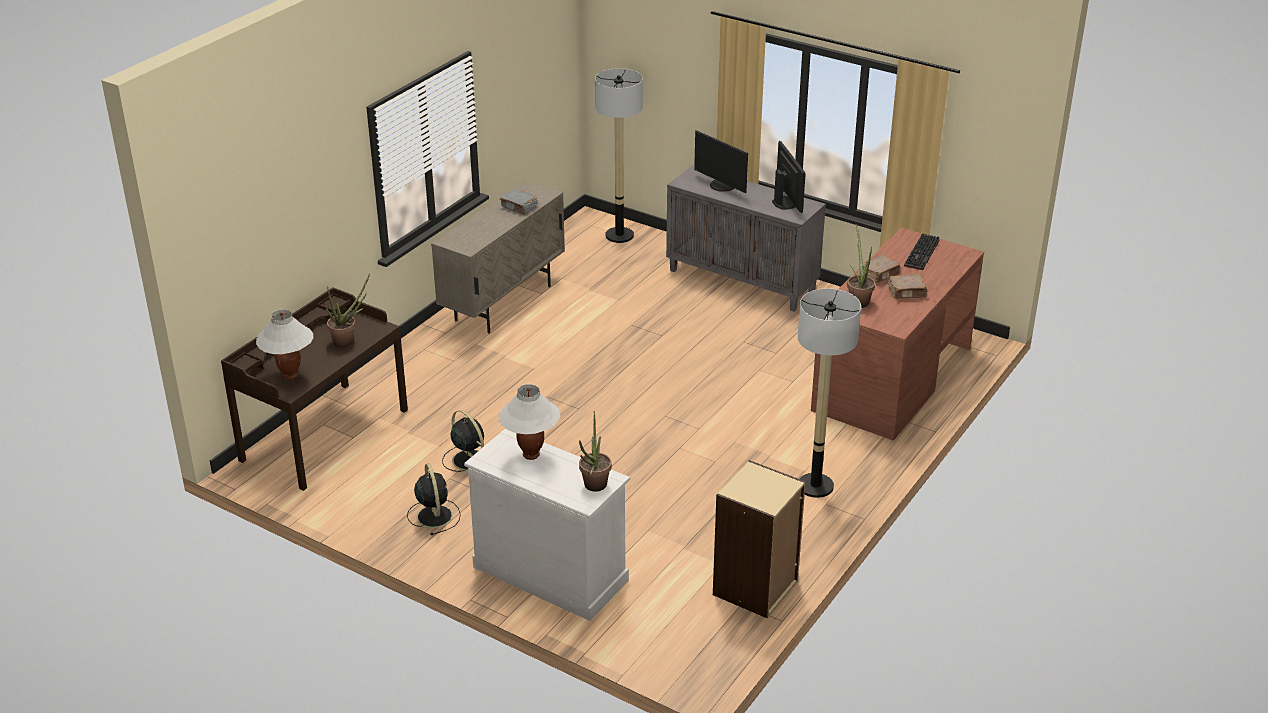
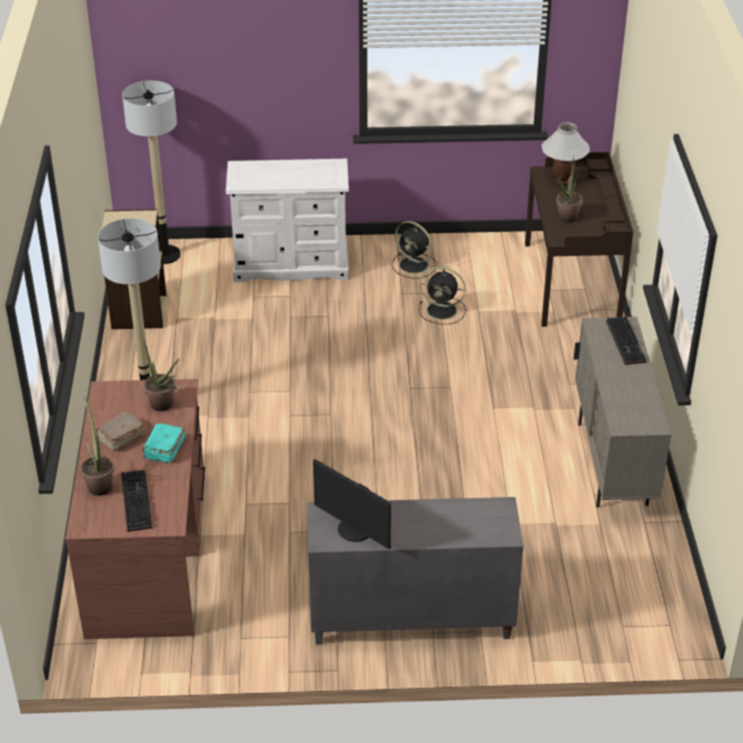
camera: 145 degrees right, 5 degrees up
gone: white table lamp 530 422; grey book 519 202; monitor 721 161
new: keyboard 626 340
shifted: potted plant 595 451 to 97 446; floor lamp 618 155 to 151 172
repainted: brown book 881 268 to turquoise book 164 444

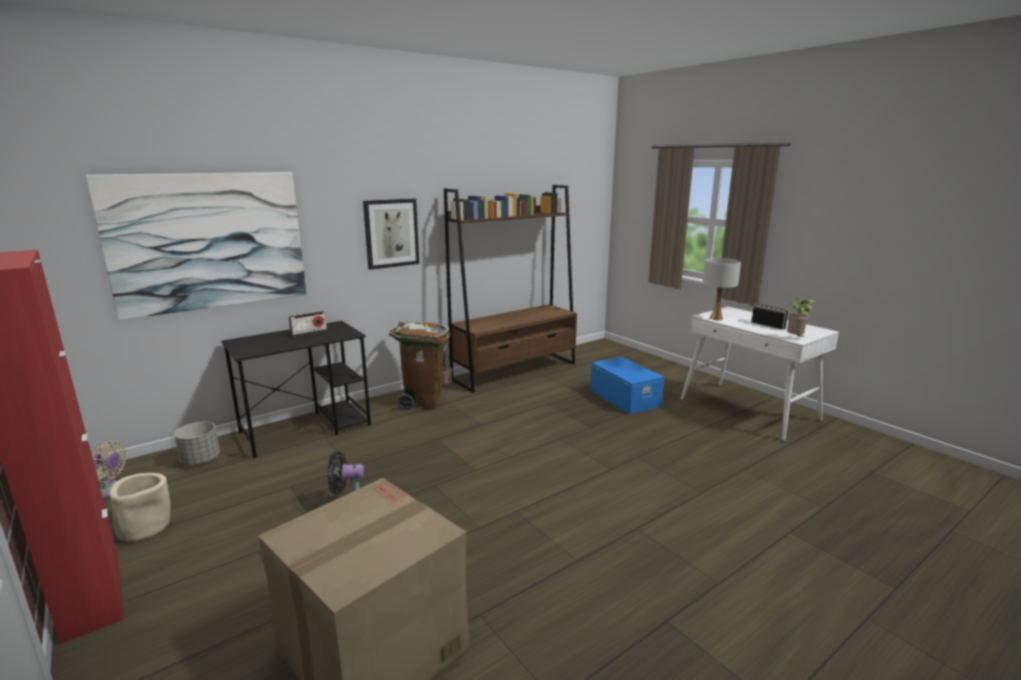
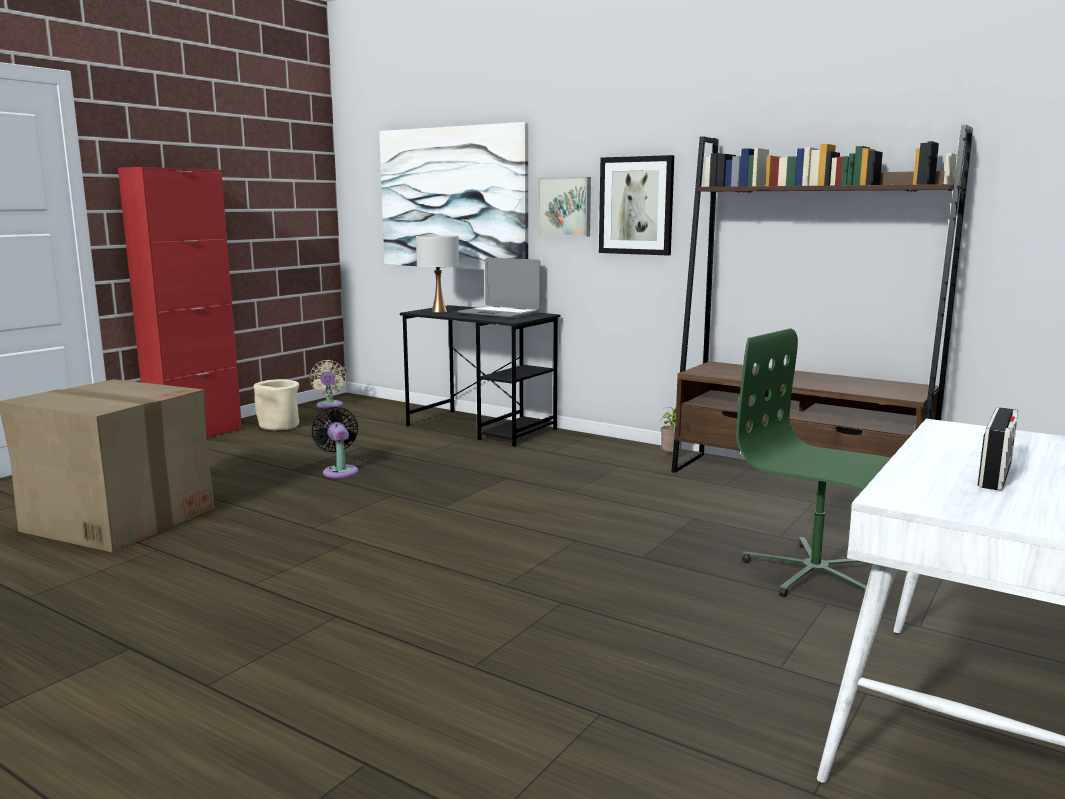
camera: 70 degrees right, 5 degrees down
gone: grey planter 197 443; brown trash can 419 366; potted plant 801 318
new: picture 564 207
shifted: white table lamp 722 289 to 437 273
swapped: radio 308 324 to laptop 498 287; blue storage box 627 385 to green office chair 813 462

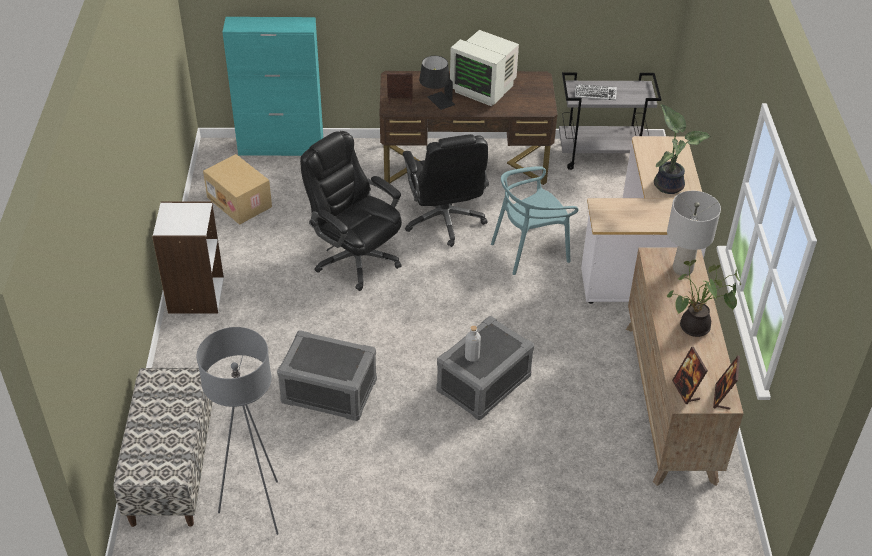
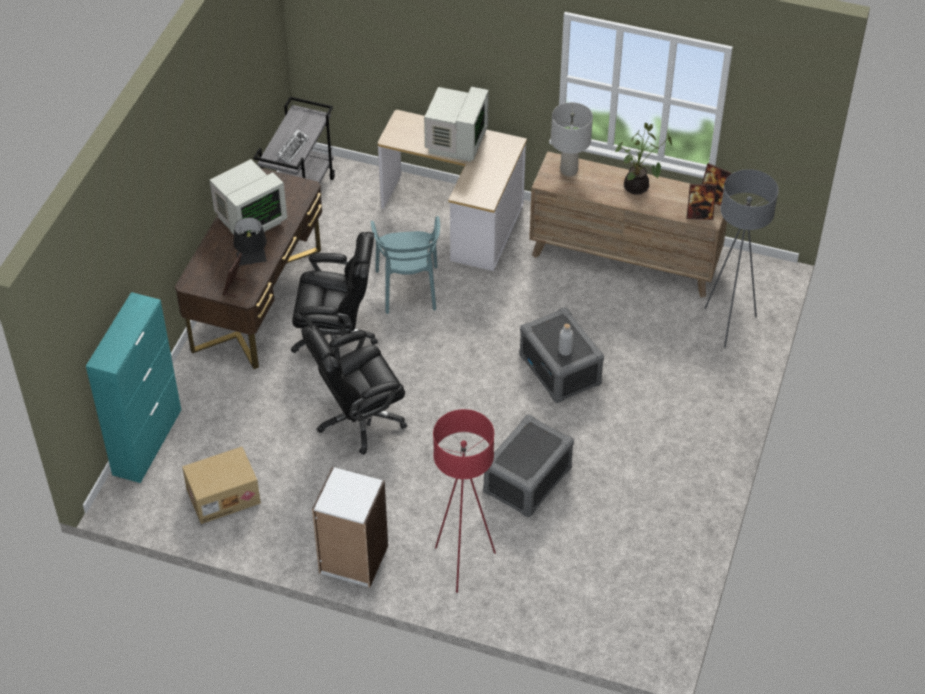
camera: 70 degrees left, 5 degrees up
gone: bench 163 447
new: red floor lamp 464 501
shifted: grey floor lamp 238 431 to 741 258
swapped: potted plant 682 149 to monitor 456 124

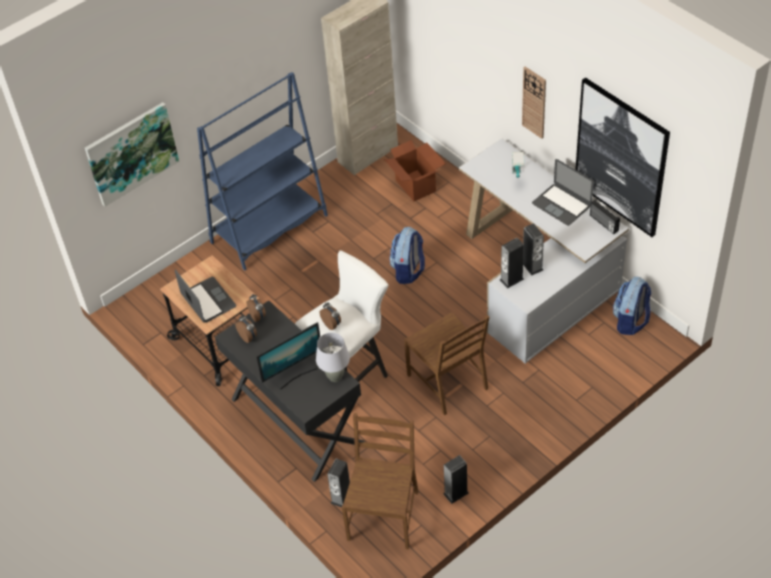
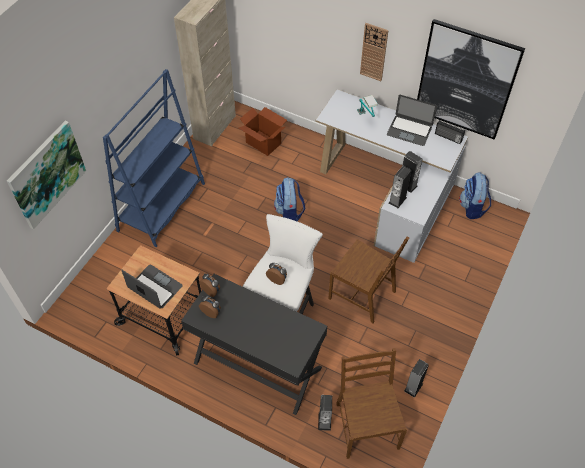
camera: 25 degrees left, 5 degrees up
gone: monitor 288 356; grey table lamp 333 357

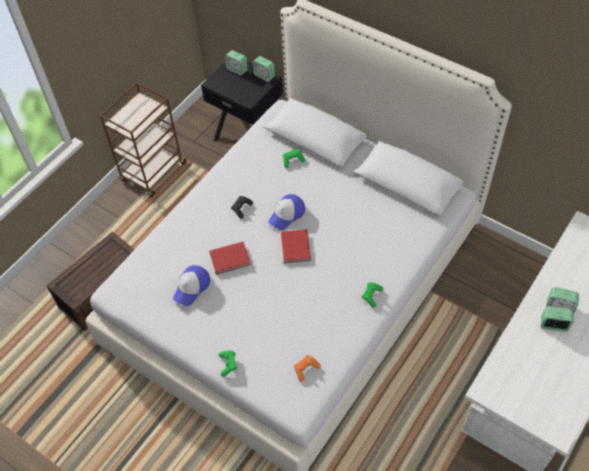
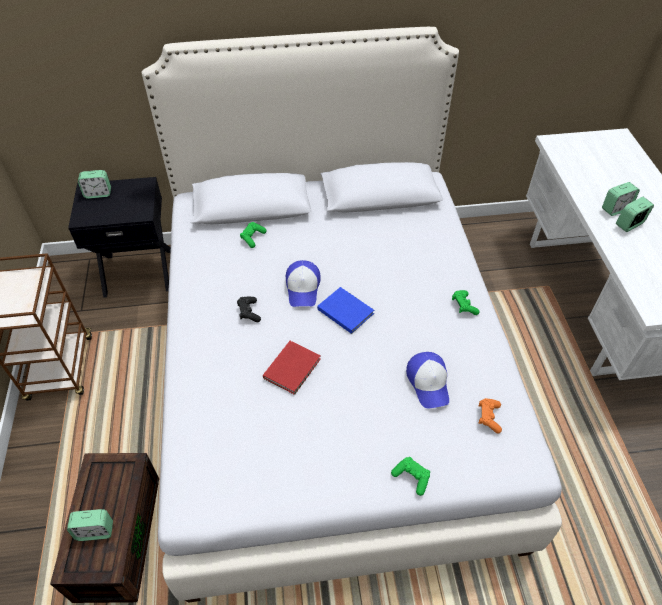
camera: 45 degrees left, 5 degrees down
shifted: alarm clock 264 69 to 90 525; cap 191 285 to 427 380
repainted: red book 296 246 to blue book 345 310

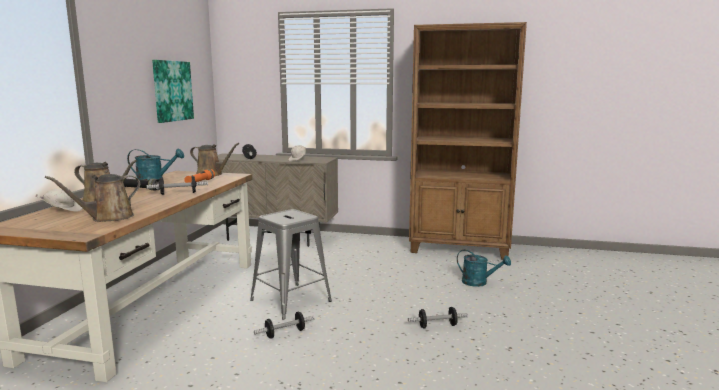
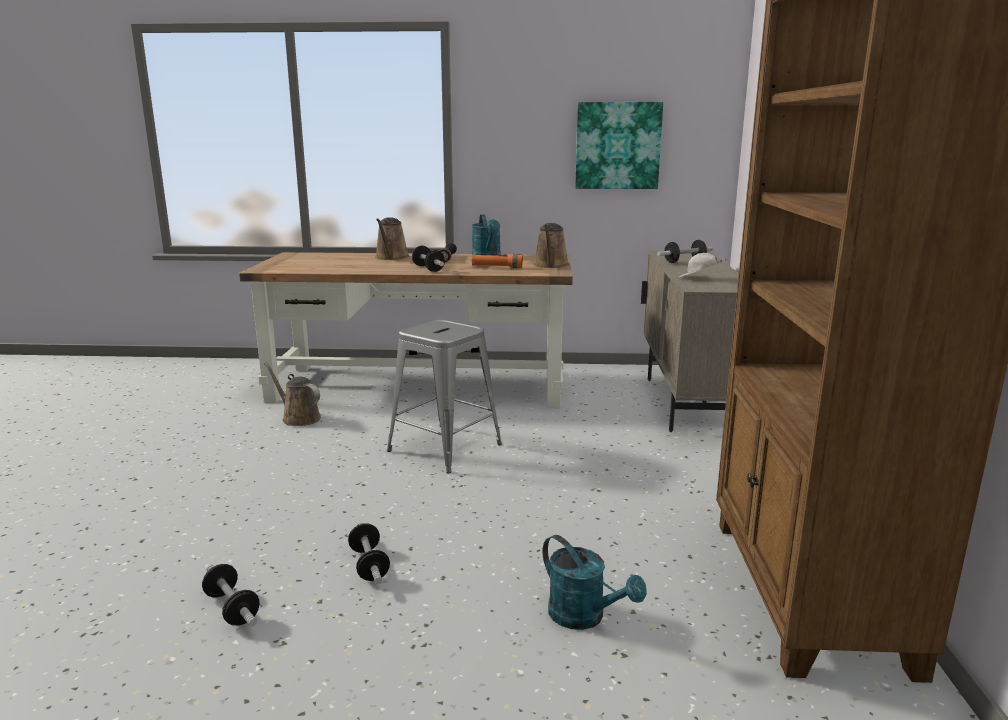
camera: 80 degrees right, 5 degrees up
gone: white cap 59 200
shifted: dumbbell 284 325 to 231 595; brown watering can 92 198 to 293 394
rotated: turquoise watering can 484 268 = 594 582 60 degrees counterclockwise

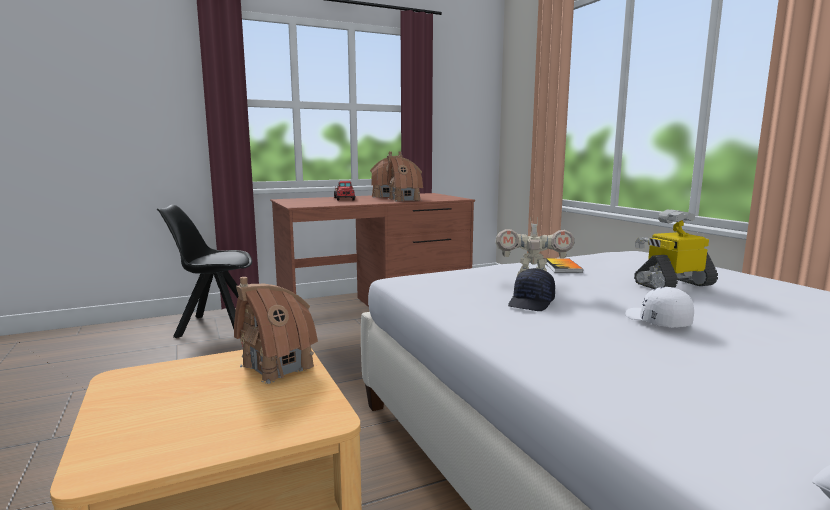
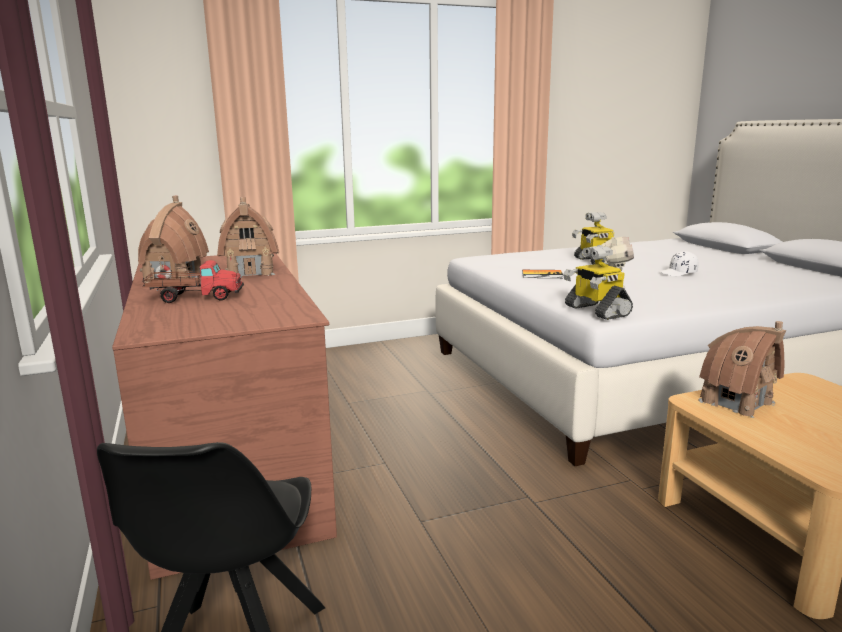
camera: 85 degrees left, 5 degrees up
gone: black cap 531 289
new: toy robot 598 283

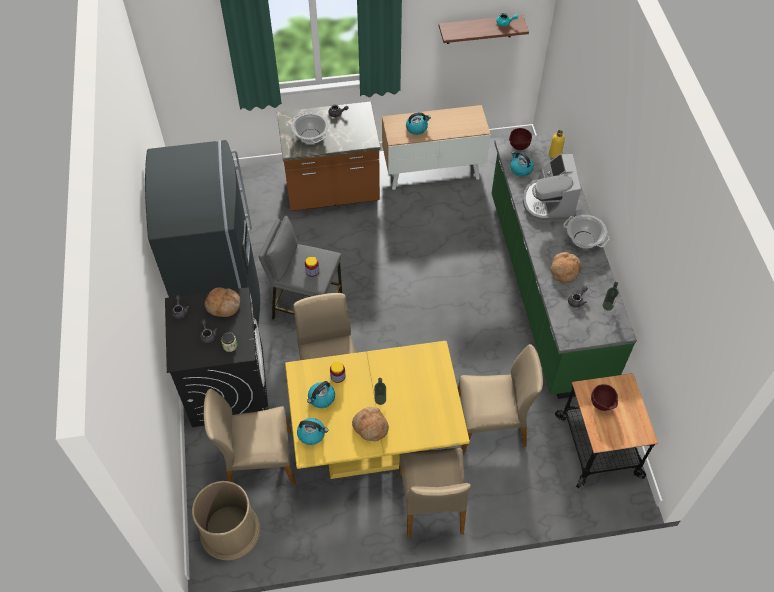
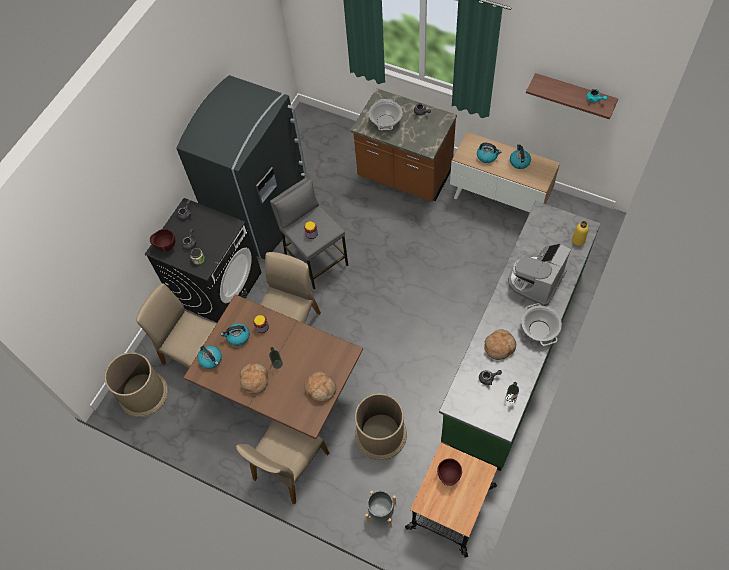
camera: 40 degrees right, 5 degrees up
new: grey planter 380 509
shifted: brown bowl 520 139 to 162 240; bread 222 302 to 320 387; kettle 522 163 to 520 156
swapped: beige chair 500 398 to brown trash can 381 426
repainted: yellow dining table 377 410 to brown dining table 273 367

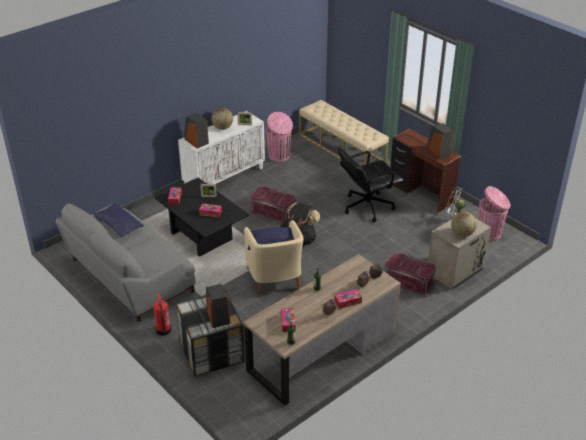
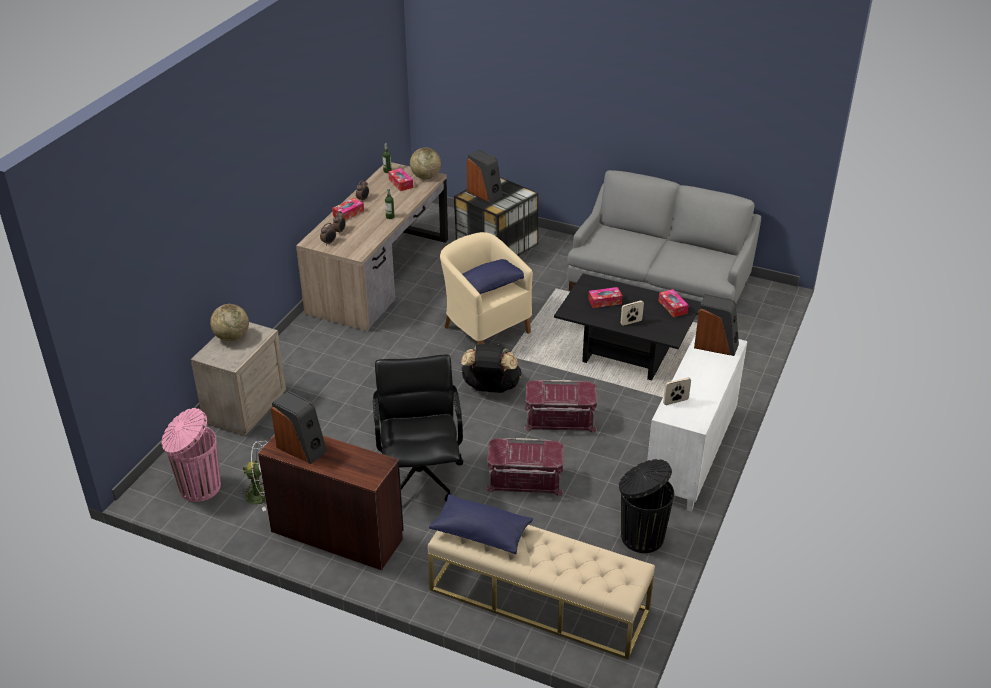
camera: 155 degrees right, 0 degrees up
gone: fire extinguisher 162 314
shifted: globe 222 119 to 425 163; blue pillow 118 220 to 481 524; red storage box 410 275 to 525 467
repainted: pink trash can 279 137 to black trash can 646 506
rotated: black office chair 370 185 = 418 428 45 degrees counterclockwise

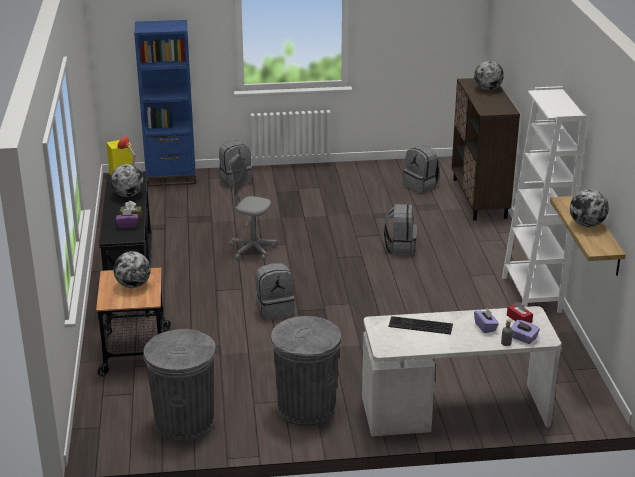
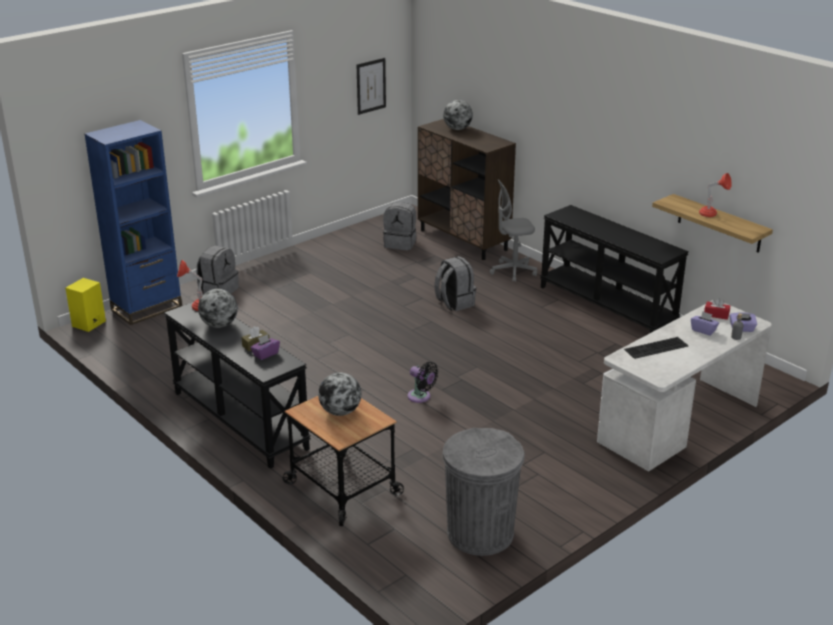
camera: 35 degrees left, 0 degrees up
gone: grey trash can 306 371
new: picture 371 86
shifted: grey office chair 253 206 to 513 230
swapped: grey backpack 275 291 to black fan 423 382; white bookcase 544 199 to black console table 614 269; globe 589 208 to red table lamp 715 195

